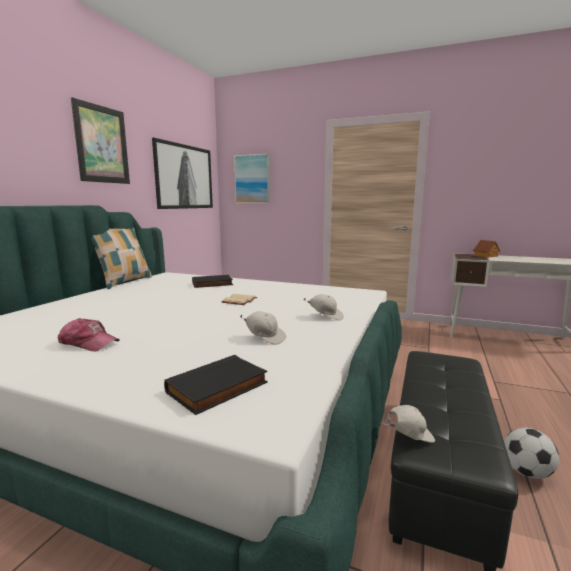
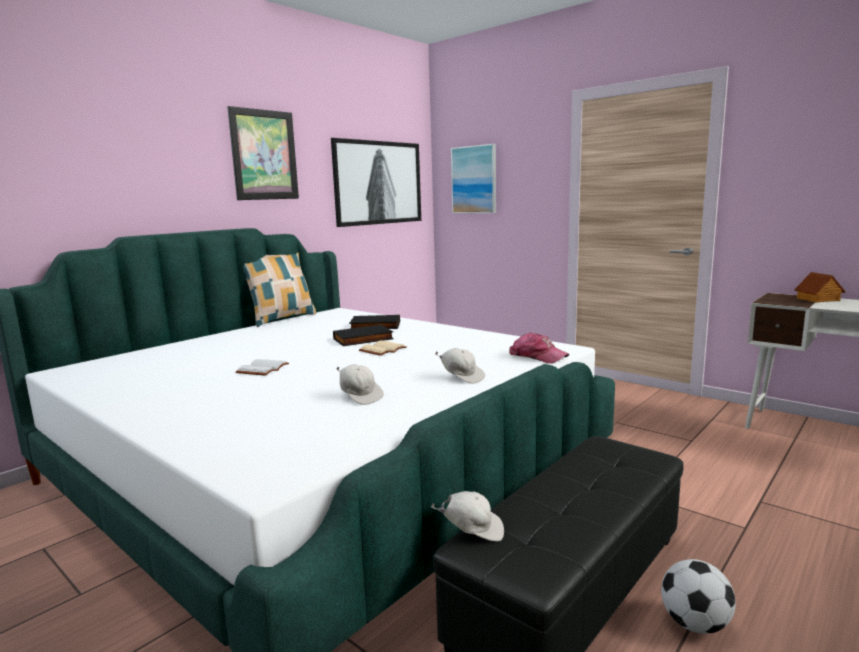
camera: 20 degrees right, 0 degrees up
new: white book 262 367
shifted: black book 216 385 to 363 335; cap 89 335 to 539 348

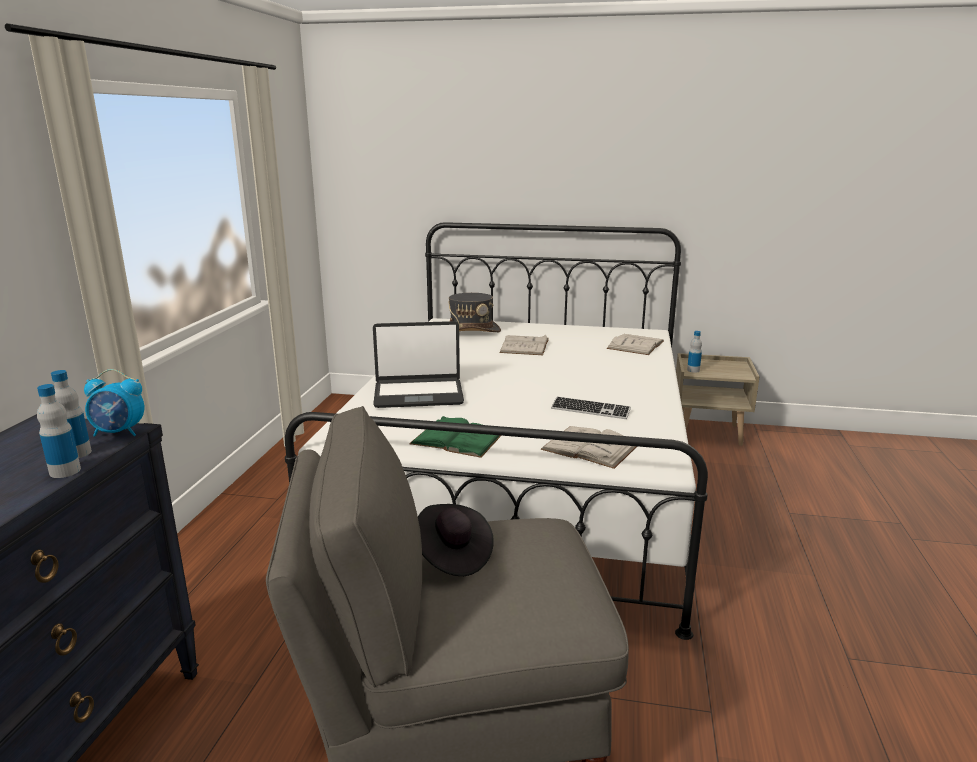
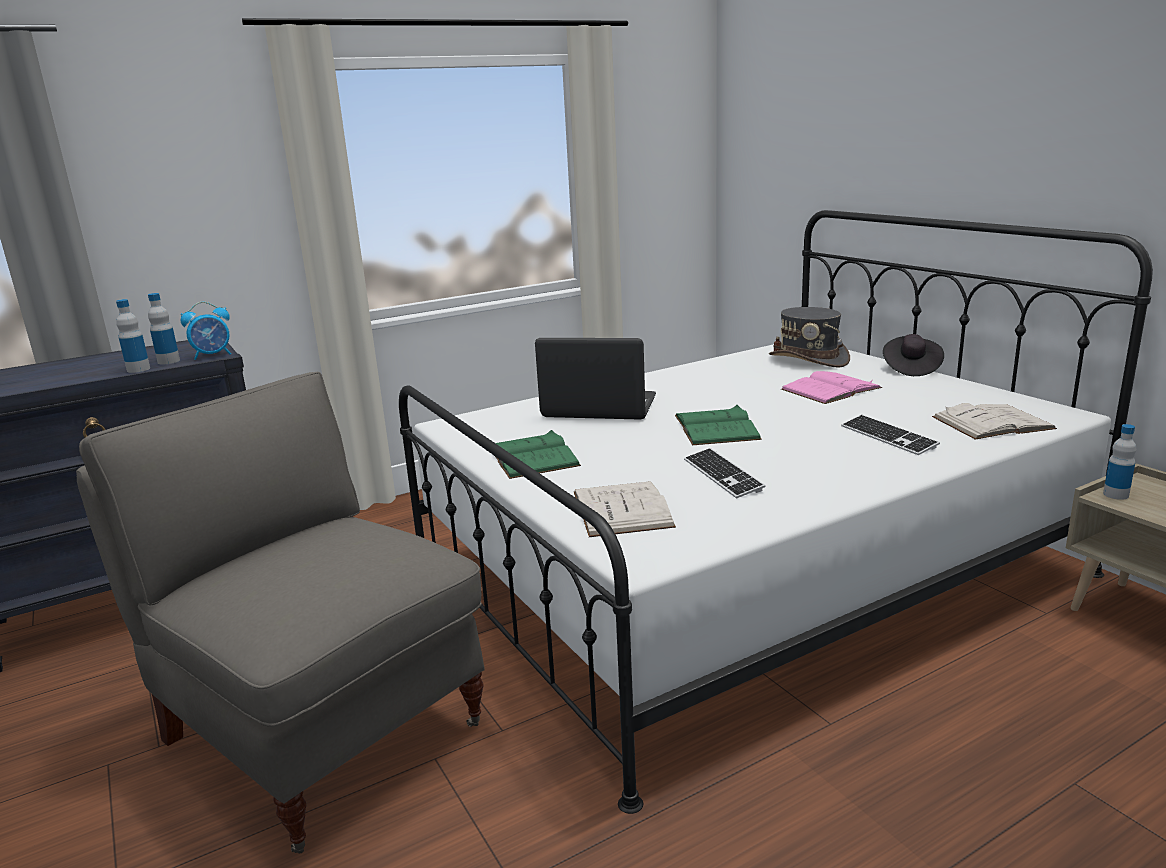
camera: 50 degrees right, 0 degrees up
new: green book 718 425; keyboard 891 435
shifted: black hat 456 540 to 913 355
repainted: white book 524 345 to pink book 831 387
rotated: alarm clock 114 403 = 206 331 75 degrees counterclockwise; laptop 418 364 = 595 379 150 degrees clockwise

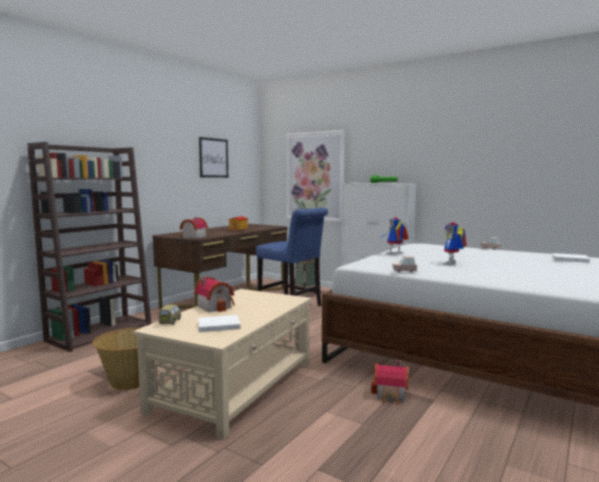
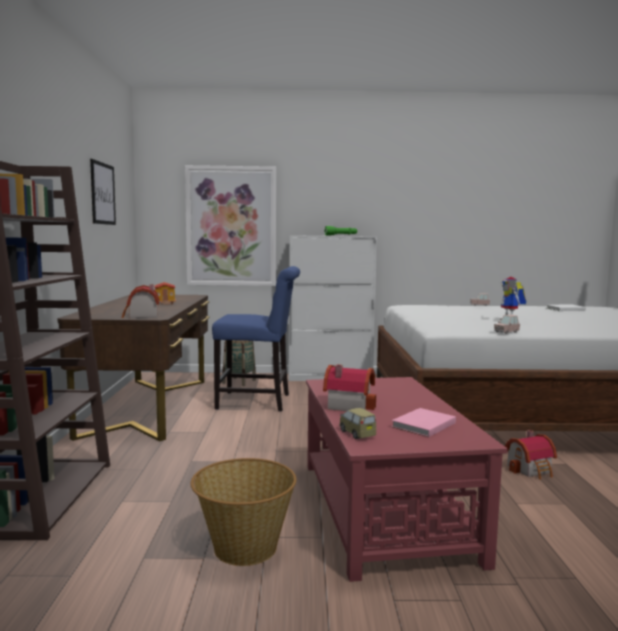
camera: 35 degrees left, 0 degrees up
gone: toy robot 394 236
repainted: beige coffee table 222 364 to red coffee table 407 479; white book 219 323 to pink book 424 422

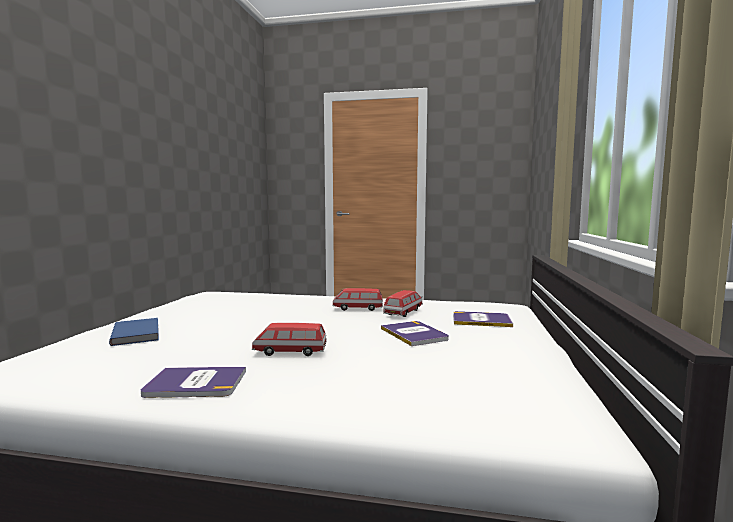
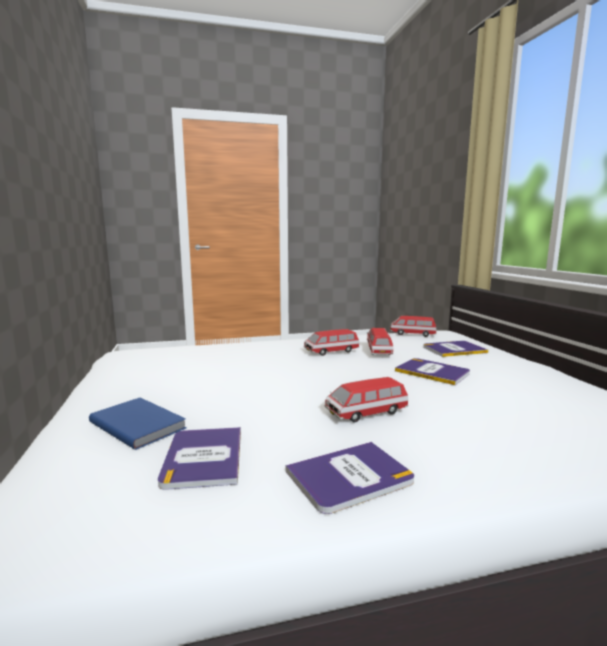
camera: 25 degrees left, 5 degrees up
new: book 199 458; toy car 413 326

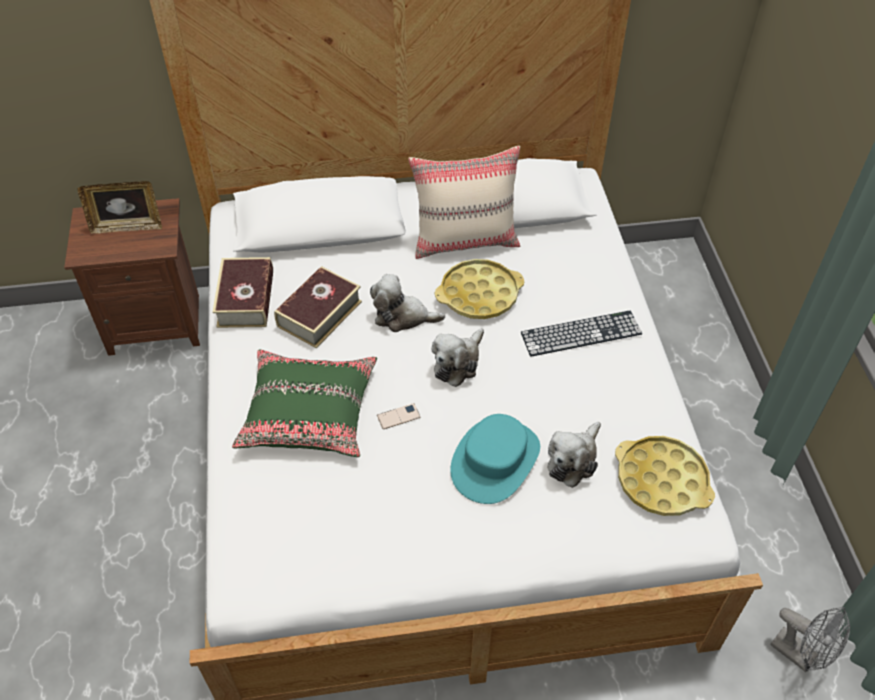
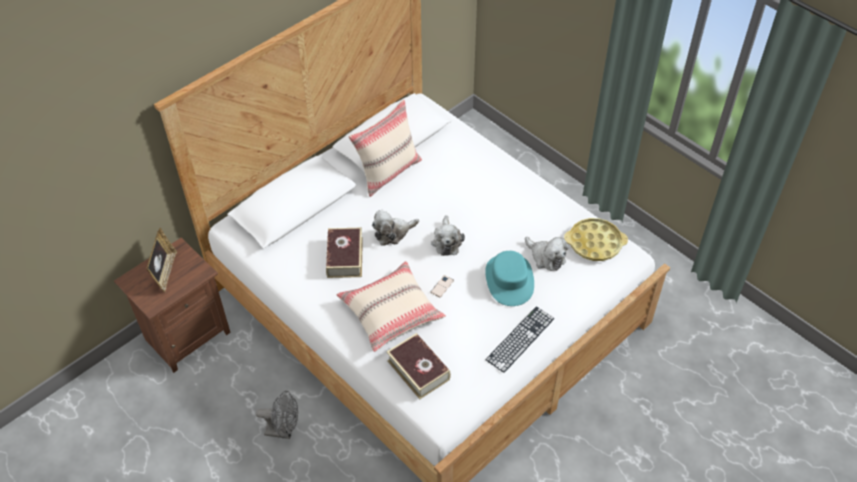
camera: 35 degrees left, 0 degrees up
gone: yellow tray 479 289
shifted: grey fan 811 639 to 277 415; book 243 292 to 419 366; keyboard 581 334 to 520 339
repainted: green pillow 304 403 to beige pillow 391 306
rotated: picture frame 119 207 = 162 260 45 degrees counterclockwise; plush toy 574 455 = 547 254 45 degrees counterclockwise

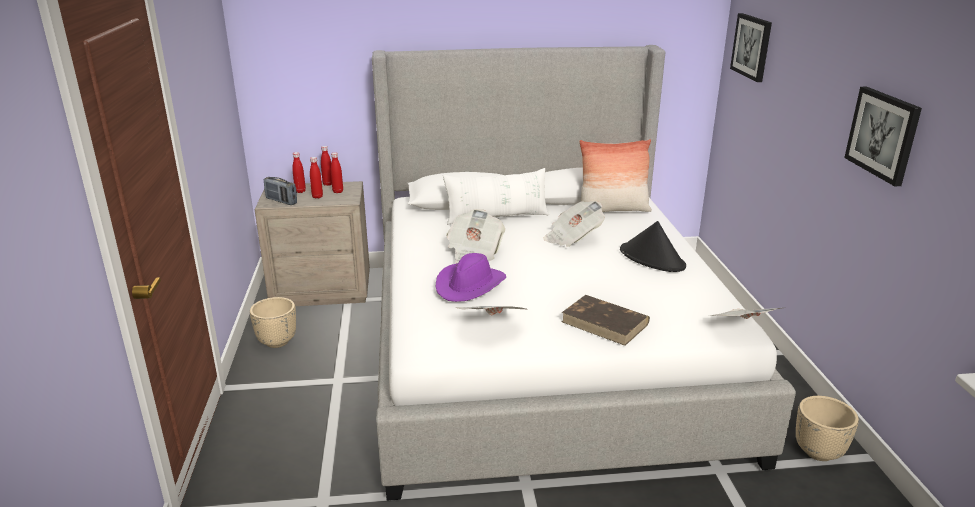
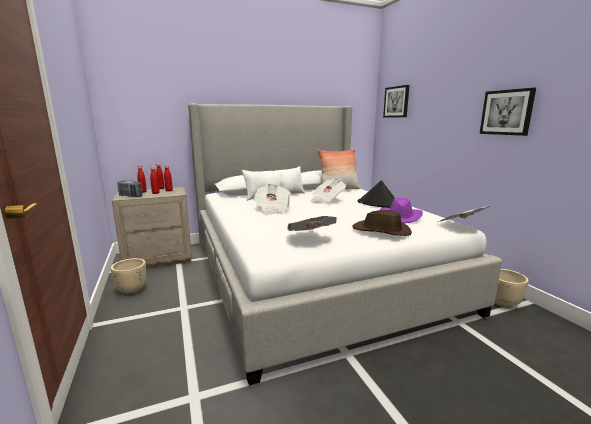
camera: 15 degrees left, 10 degrees down
shifted: purple hat 471 277 to 401 210
swapped: brown book 606 320 to brown hat 382 223

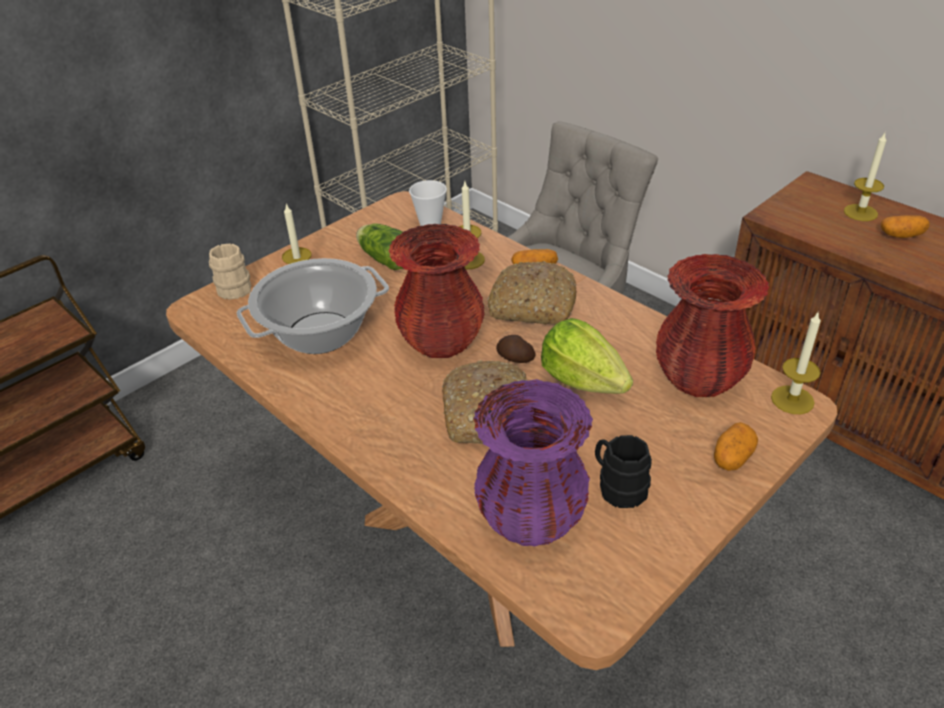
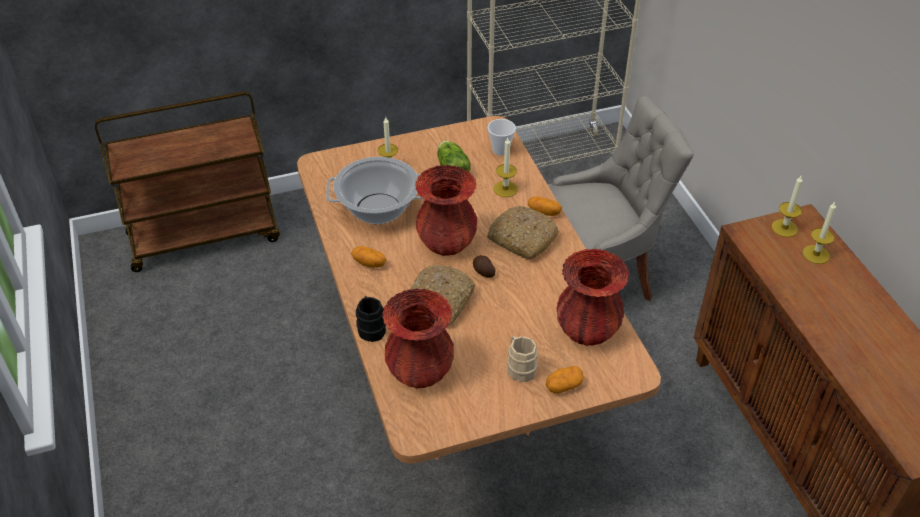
camera: 25 degrees right, 5 degrees up
gone: lettuce 587 356
shifted: potato 905 226 to 368 257; black mug 623 471 to 371 319; beige mug 230 272 to 522 359; candle 796 362 to 787 206
repainted: purple vase 533 462 to red vase 418 338

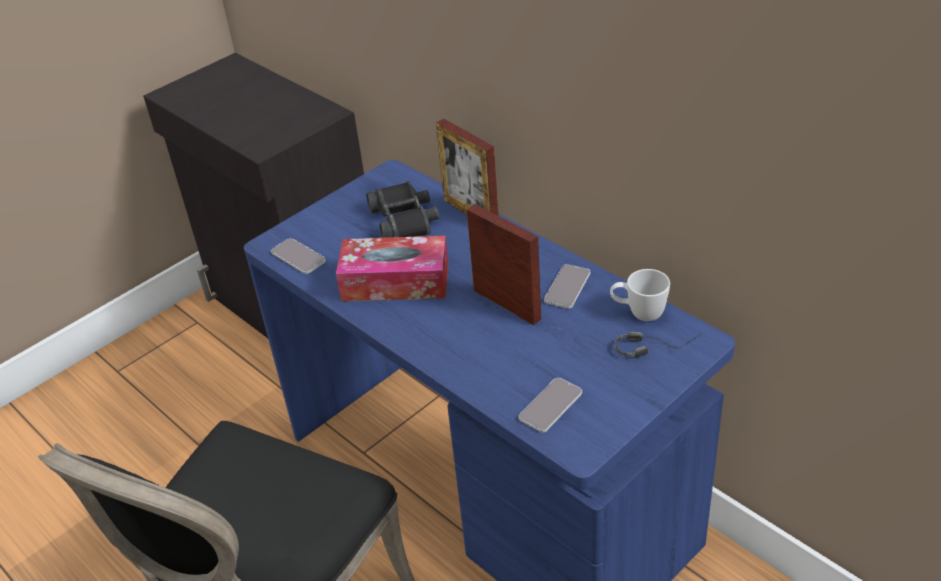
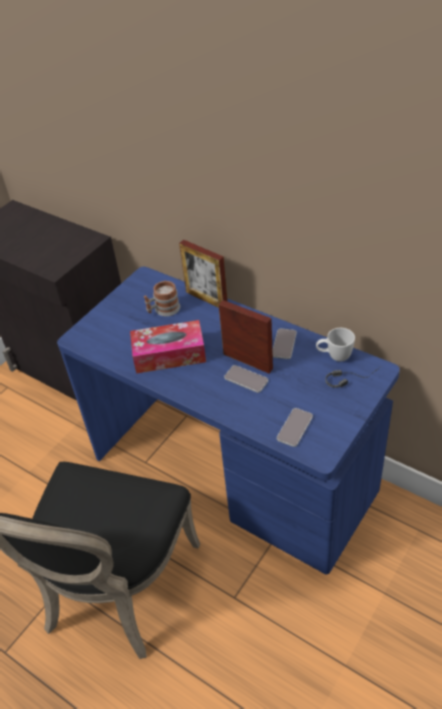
camera: 10 degrees left, 5 degrees up
shifted: phone 298 256 to 246 379
swapped: black binoculars 402 209 to mug 162 298

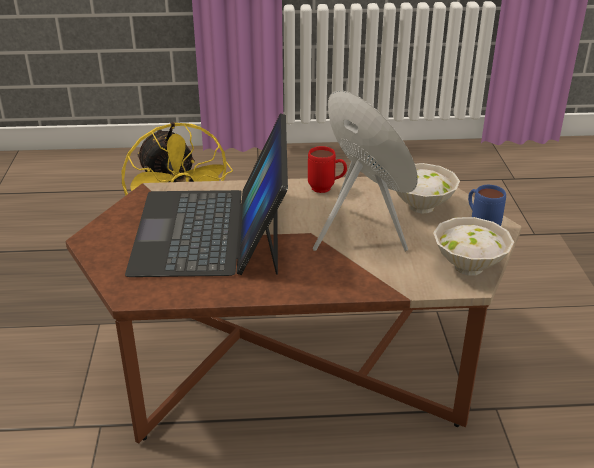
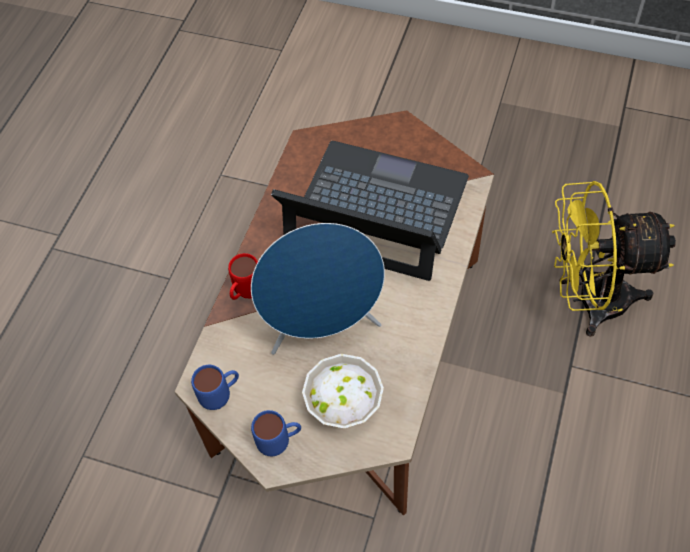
camera: 115 degrees right, 25 degrees up
shifted: red mug 327 169 to 243 276
swapped: white bowl 473 246 to blue mug 215 387

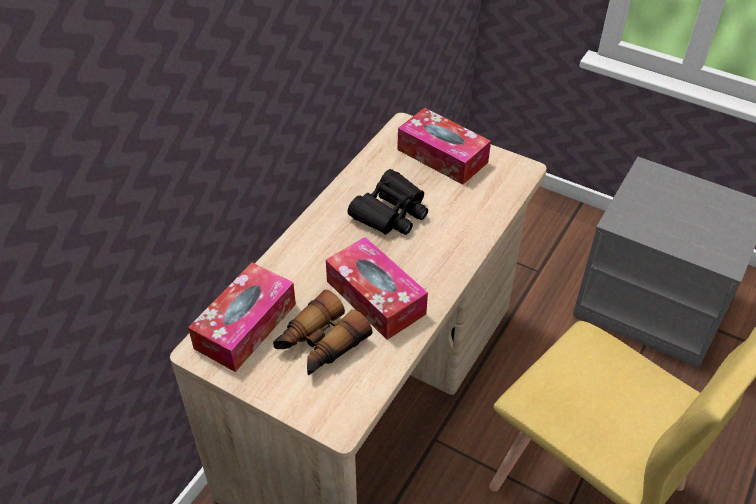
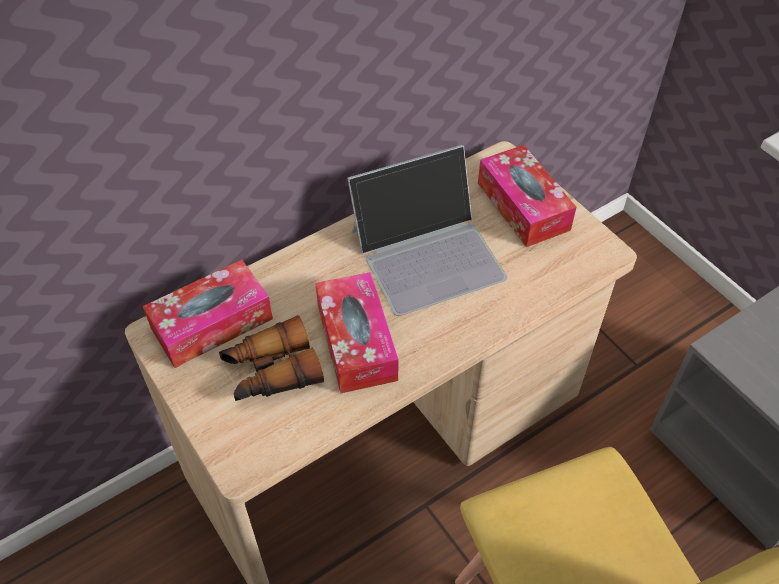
camera: 25 degrees right, 5 degrees up
swapped: black binoculars 387 202 to laptop 427 230

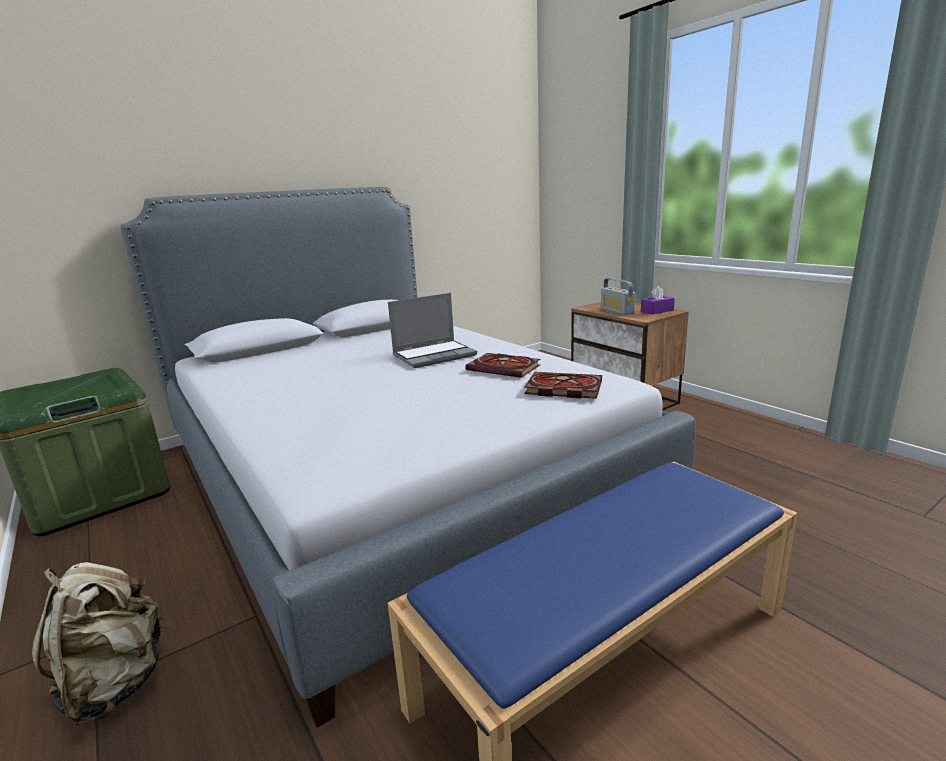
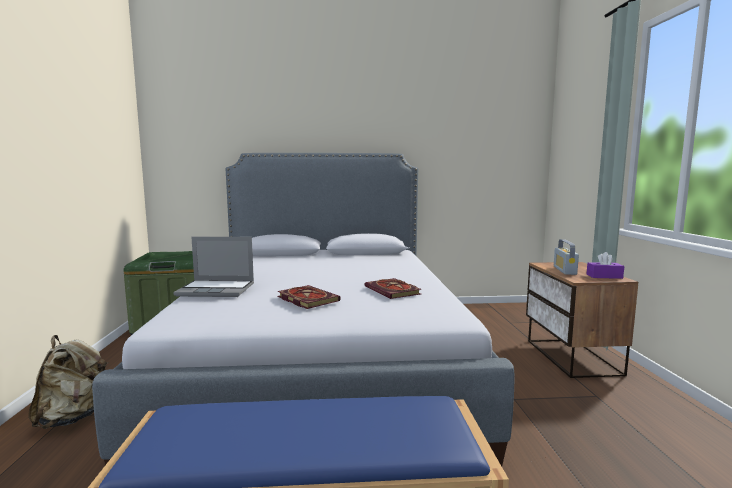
camera: 30 degrees right, 10 degrees down
shifted: laptop 432 330 to 214 267; book 563 385 to 309 297

